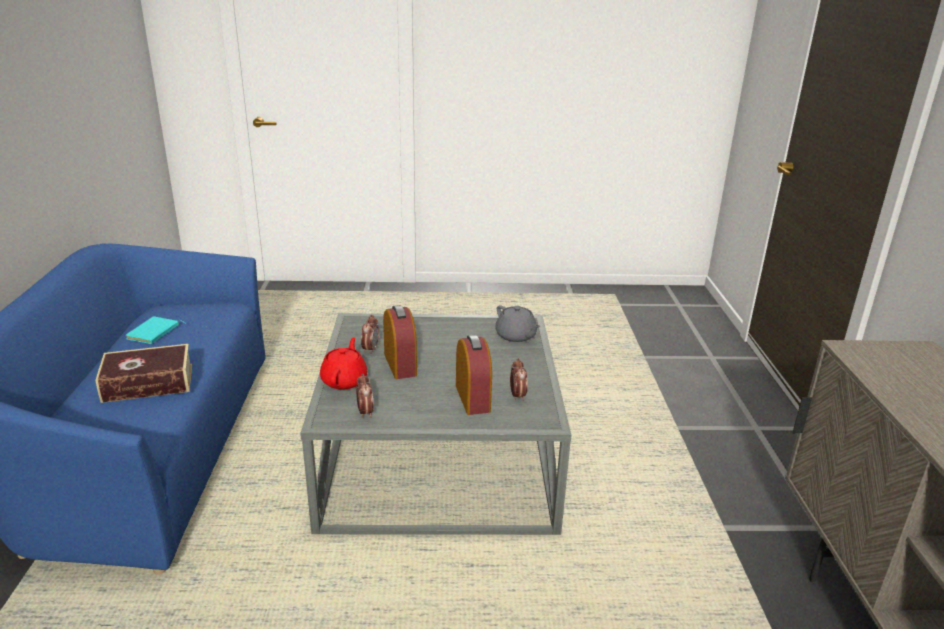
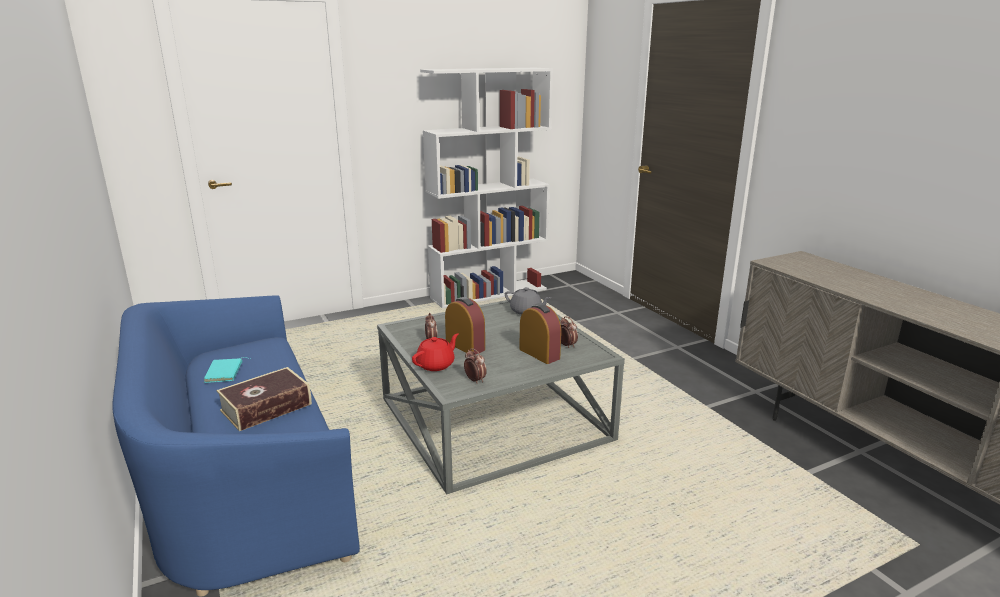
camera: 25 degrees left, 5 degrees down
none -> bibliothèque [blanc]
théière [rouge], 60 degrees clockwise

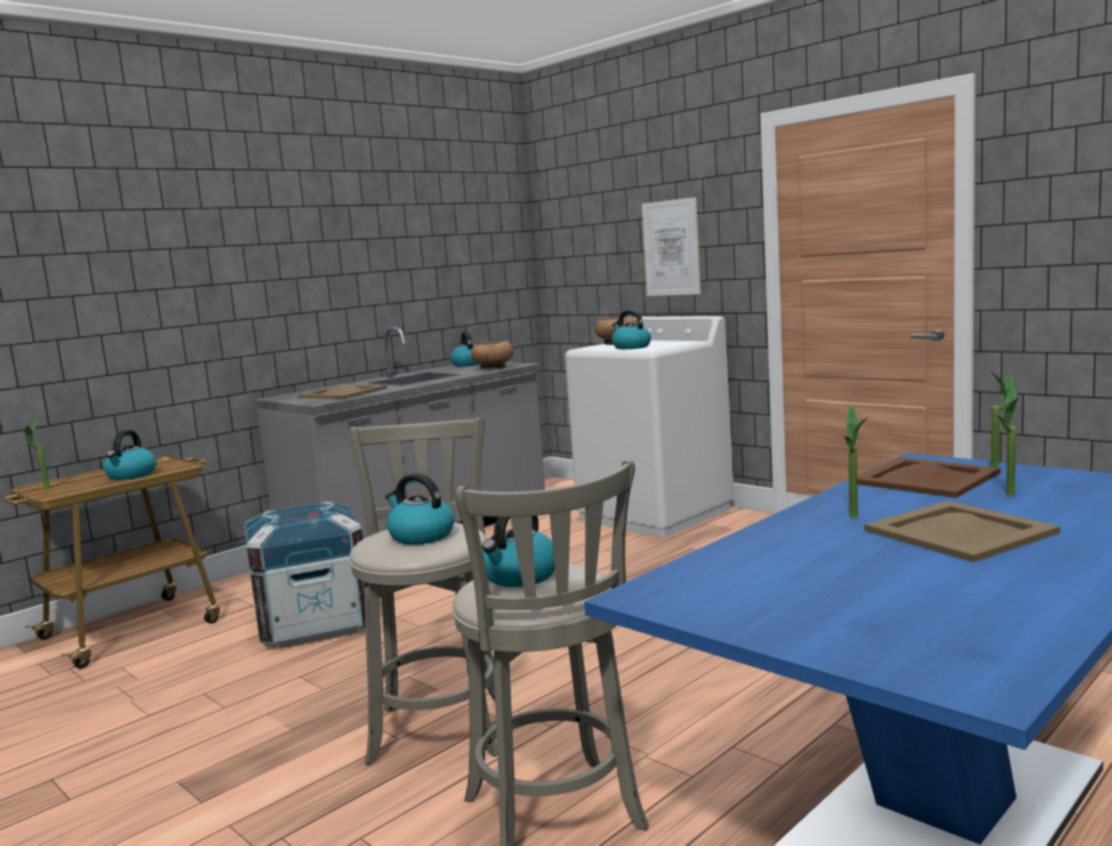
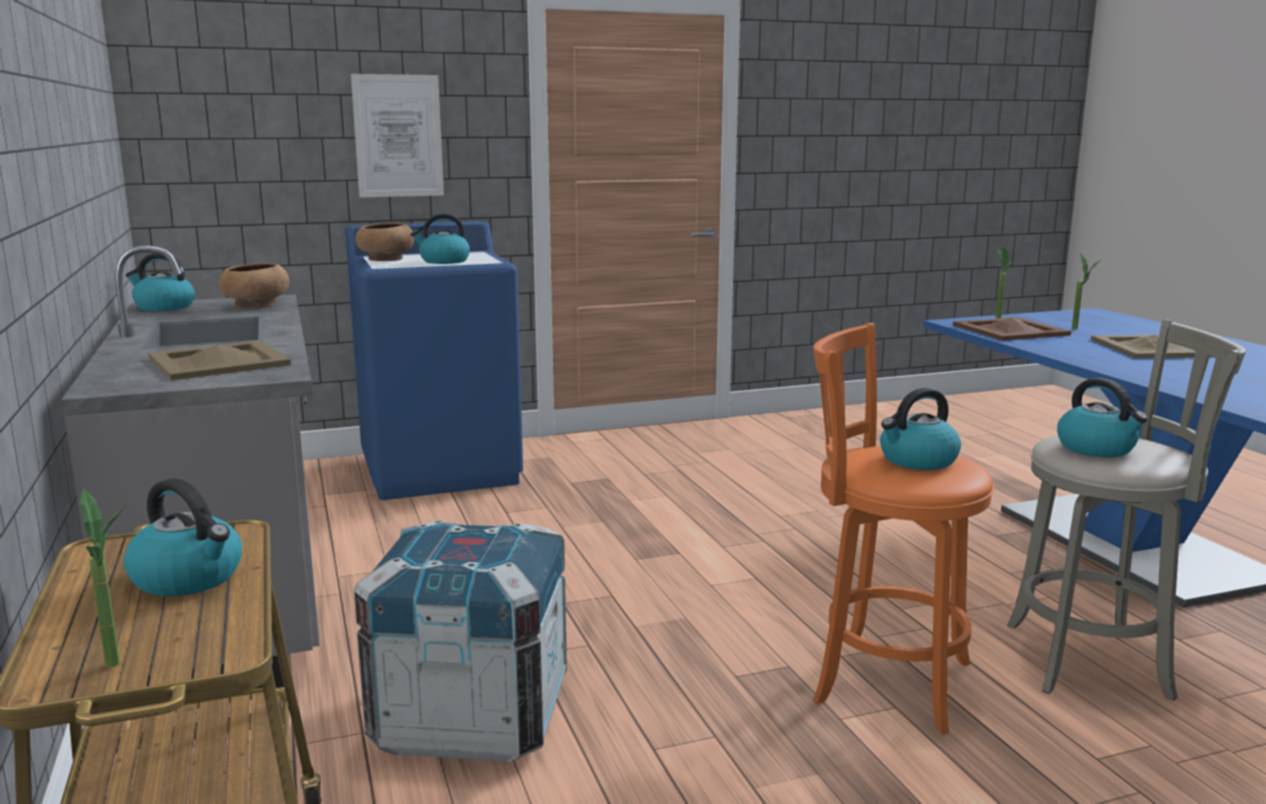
camera: 65 degrees left, 5 degrees up
plante en pot (no. 2 from left) -> none
tabouret [gris] (no. 1 from left) -> tabouret [orange]
lave-linge [blanc] -> lave-linge [bleu]

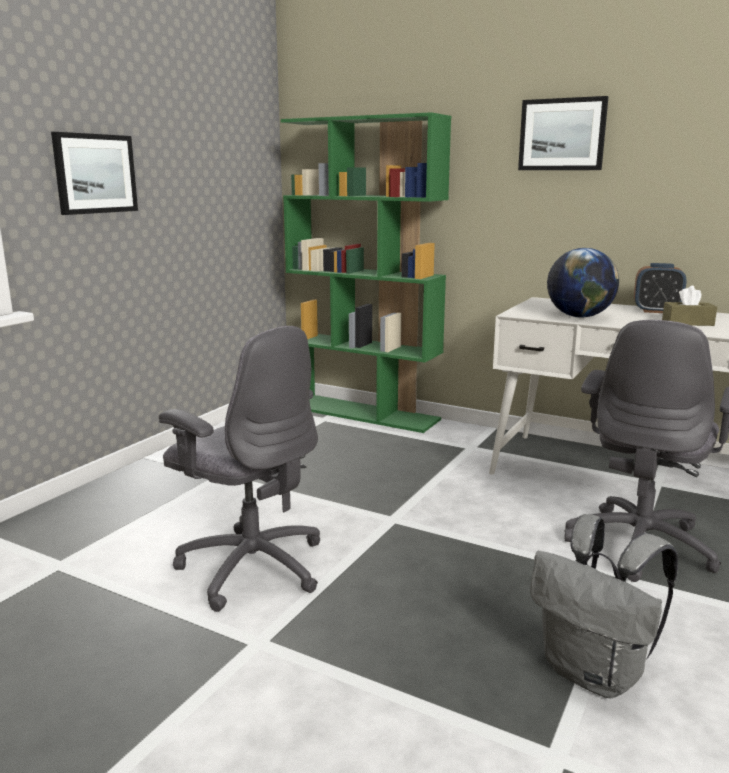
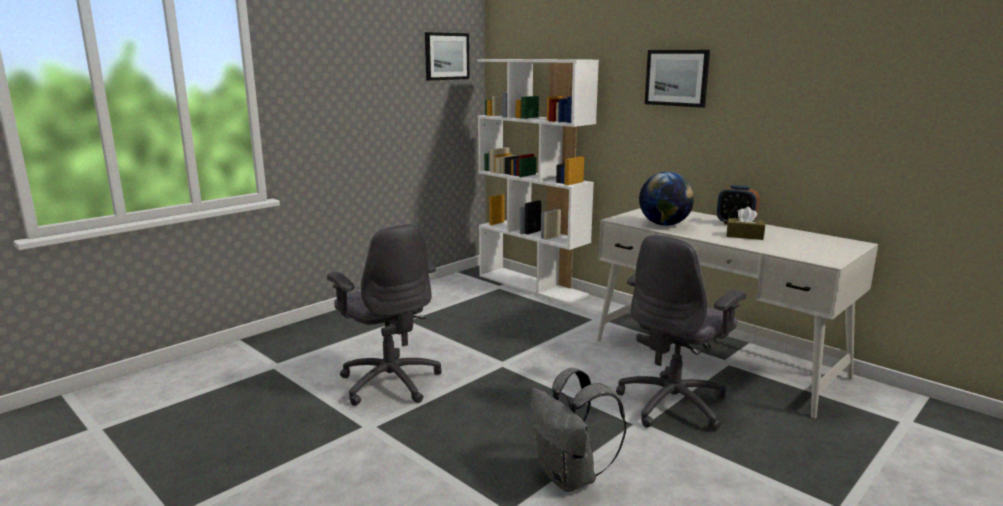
camera: 15 degrees right, 0 degrees up
tableau (no. 1 from left), shifted
bibliothèque [vert] -> bibliothèque [blanc]

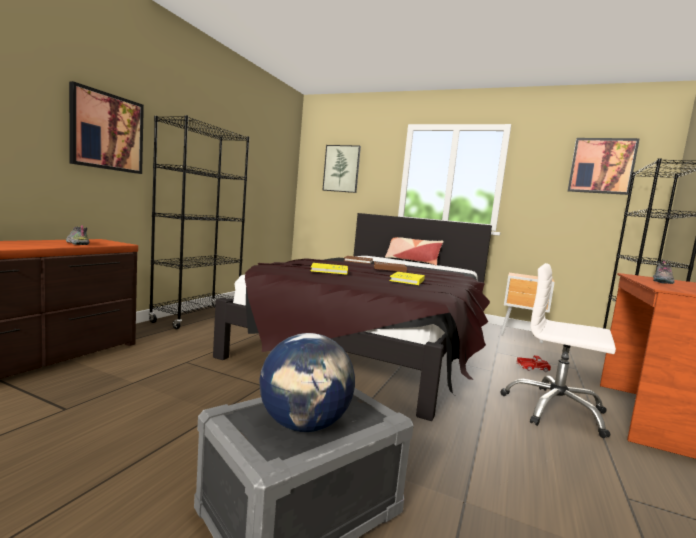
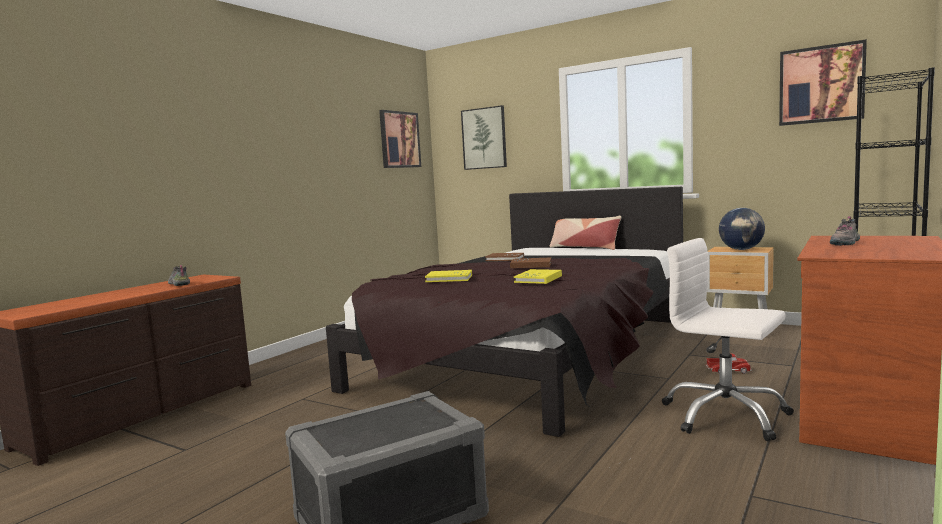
camera: 10 degrees right, 0 degrees up
bibliothèque [noir] (no. 1 from left) -> none
tableau (no. 1 from left), shifted
globe, shifted

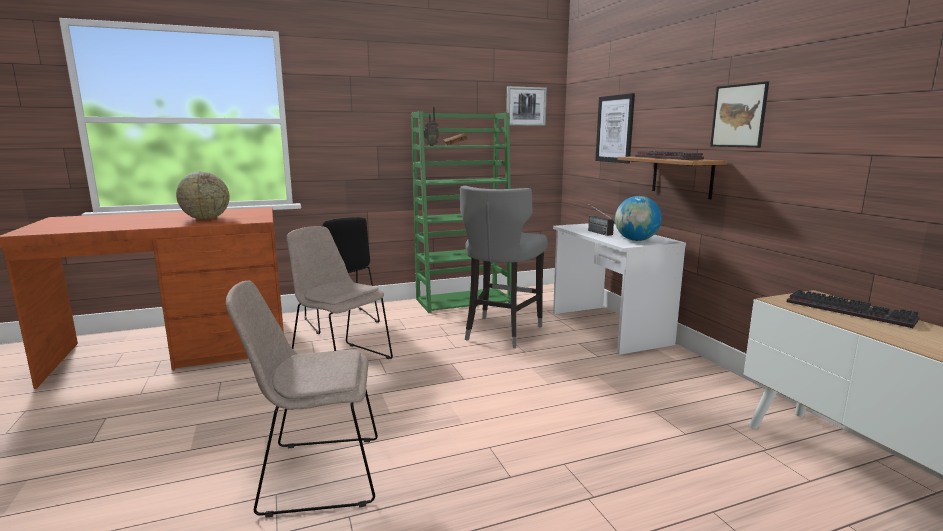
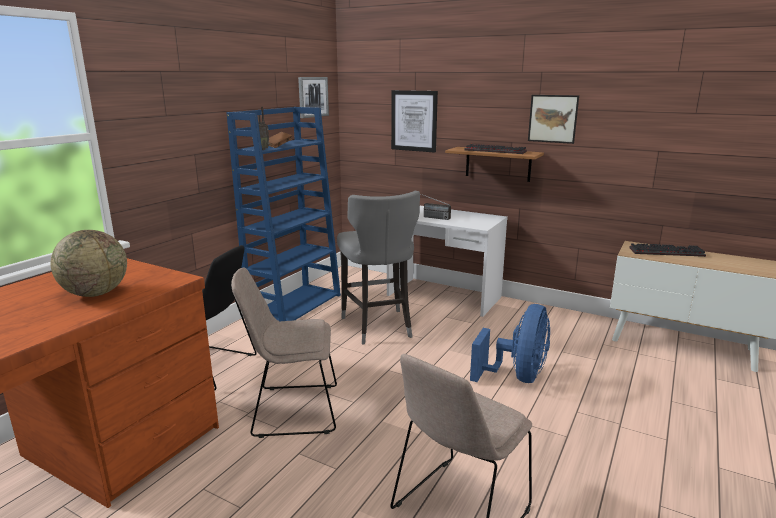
camera: 40 degrees left, 5 degrees up
globe (no. 2 from left) -> none
none -> ventilateur [bleu]
bibliothèque [vert] -> bibliothèque [bleu]

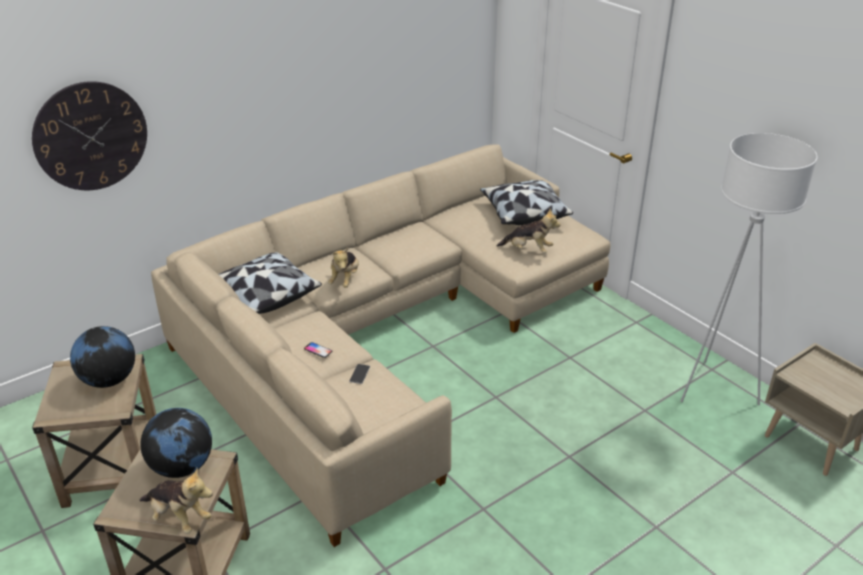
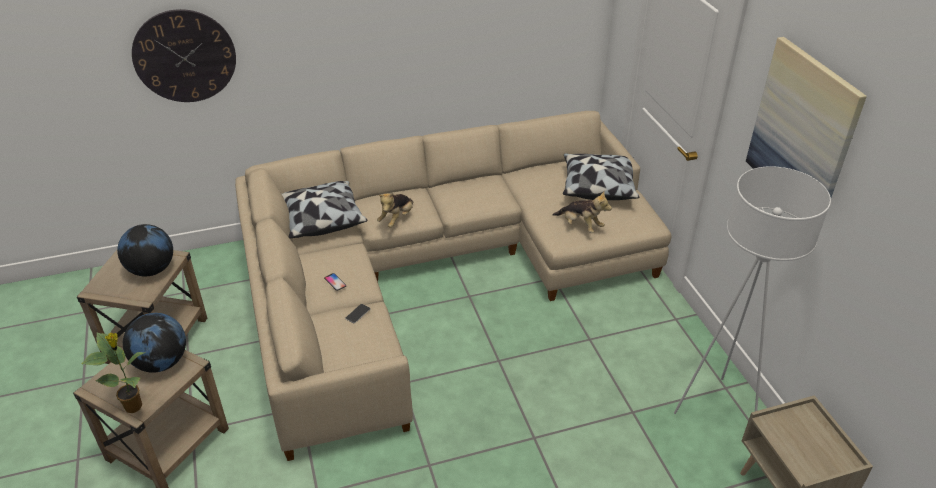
camera: 20 degrees right, 5 degrees up
none -> tableau
peluche (no. 1 from left) -> plante en pot

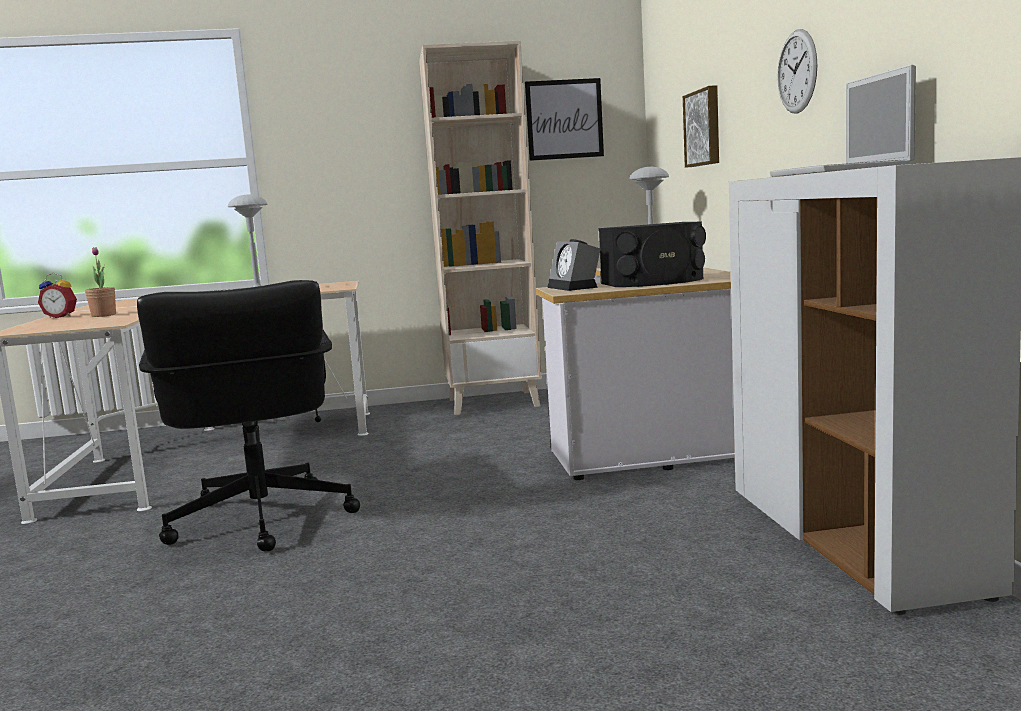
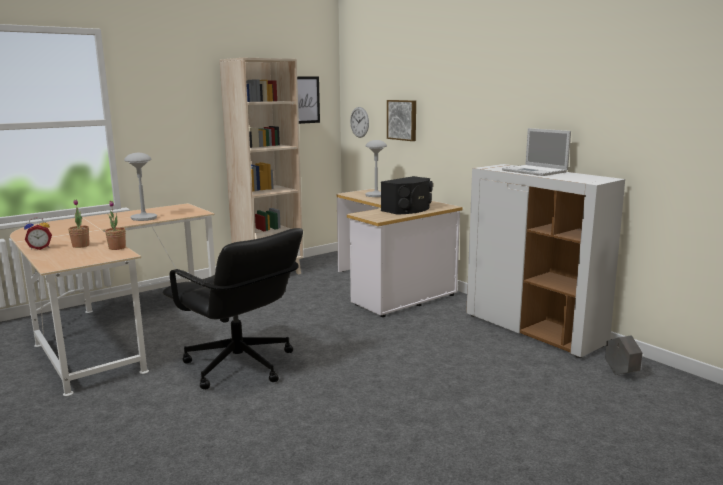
camera: 30 degrees left, 5 degrees up
réveil (no. 2 from left) -> none
none -> plante en pot (no. 2 from left)
none -> cache-pot [gris]
horloge murale, shifted

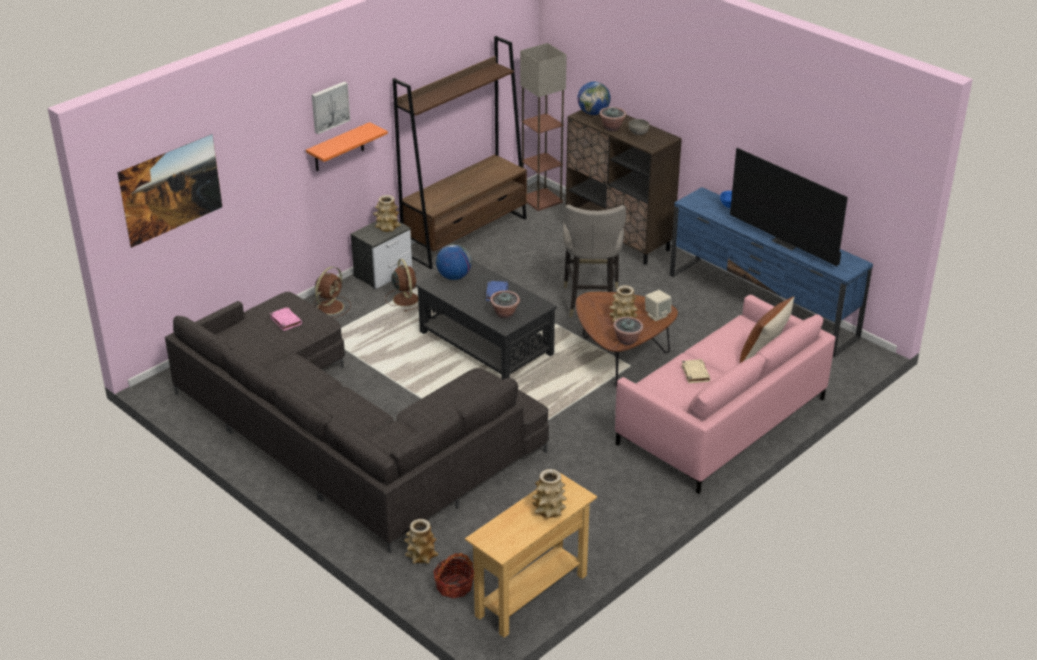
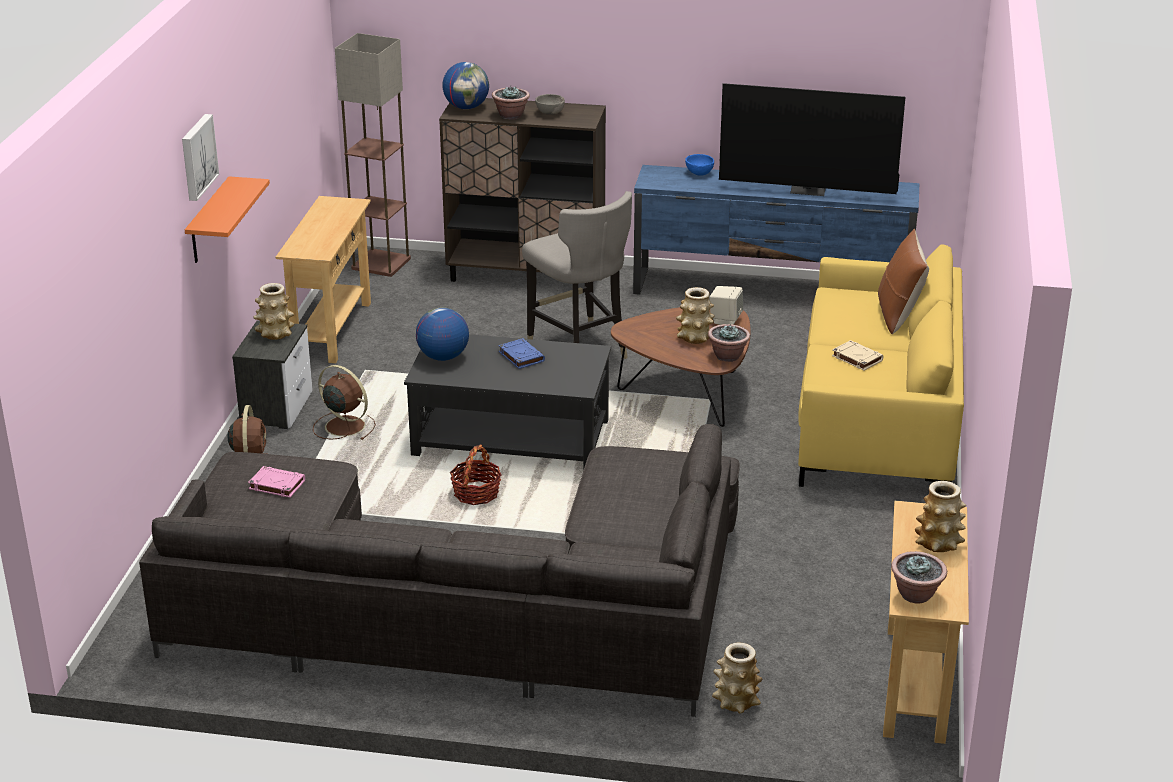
camera: 35 degrees left, 5 degrees down
tableau (no. 1 from left) -> none
panier, shifted
plante en pot (no. 1 from left in the first image) -> plante en pot (no. 3 from left), shifted
bibliothèque [marron] -> table console [beige] (no. 1 from left)
canapé [rose] -> canapé [jaune]

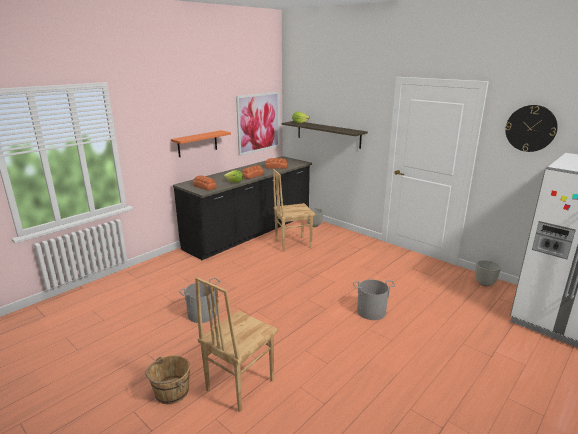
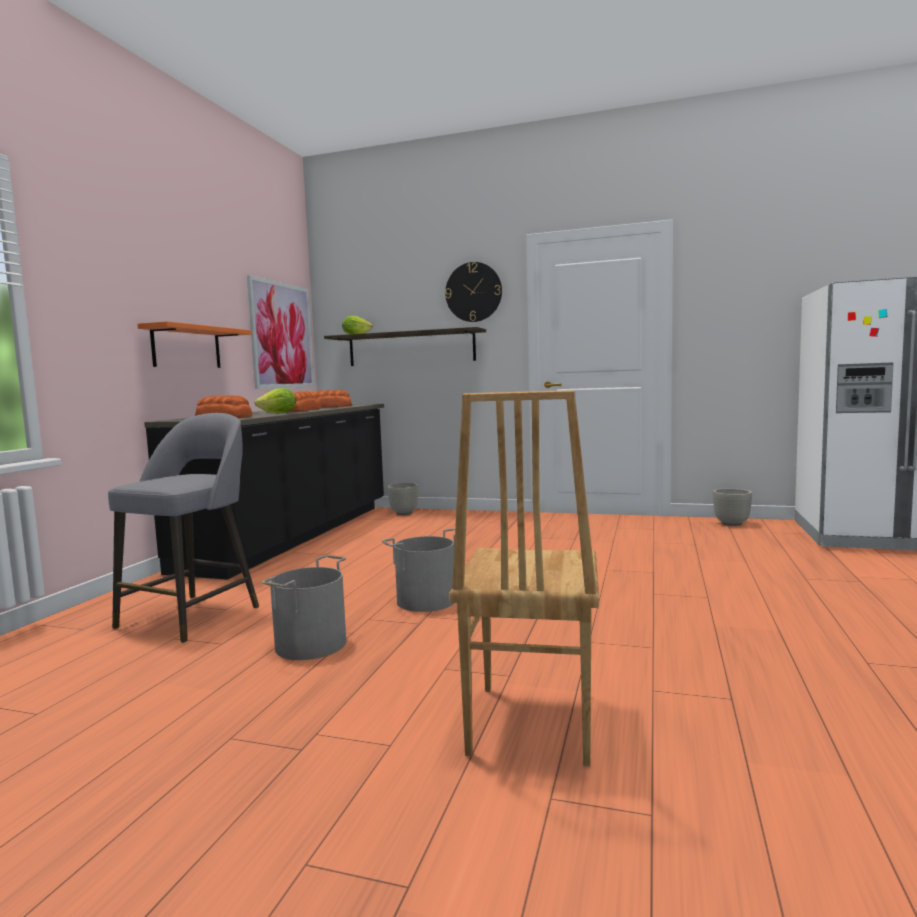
camera: 25 degrees left, 15 degrees down
seau [marron] -> none
chaise [marron] (no. 2 from left) -> none
none -> tabouret [gris]
seau [gris] (no. 2 from left), shifted
horloge murale, shifted

